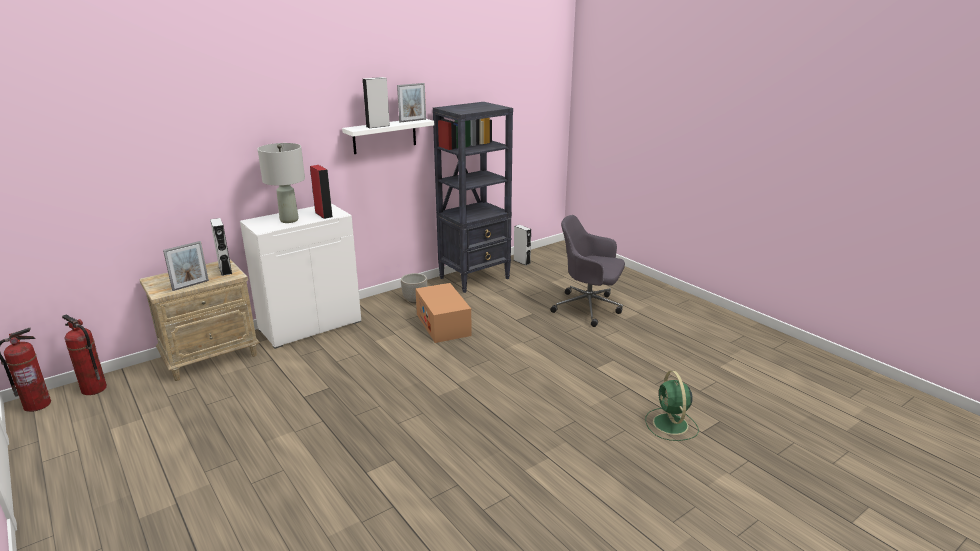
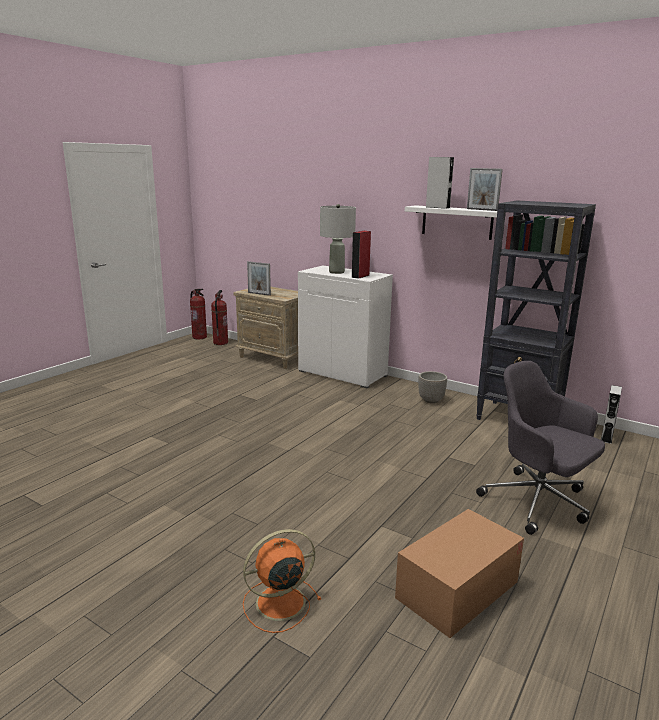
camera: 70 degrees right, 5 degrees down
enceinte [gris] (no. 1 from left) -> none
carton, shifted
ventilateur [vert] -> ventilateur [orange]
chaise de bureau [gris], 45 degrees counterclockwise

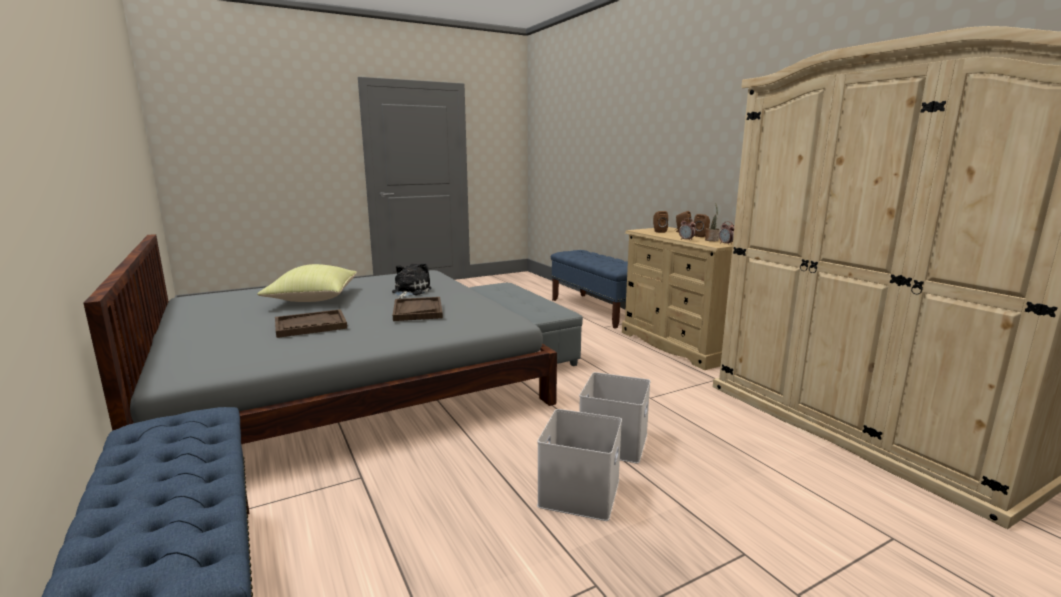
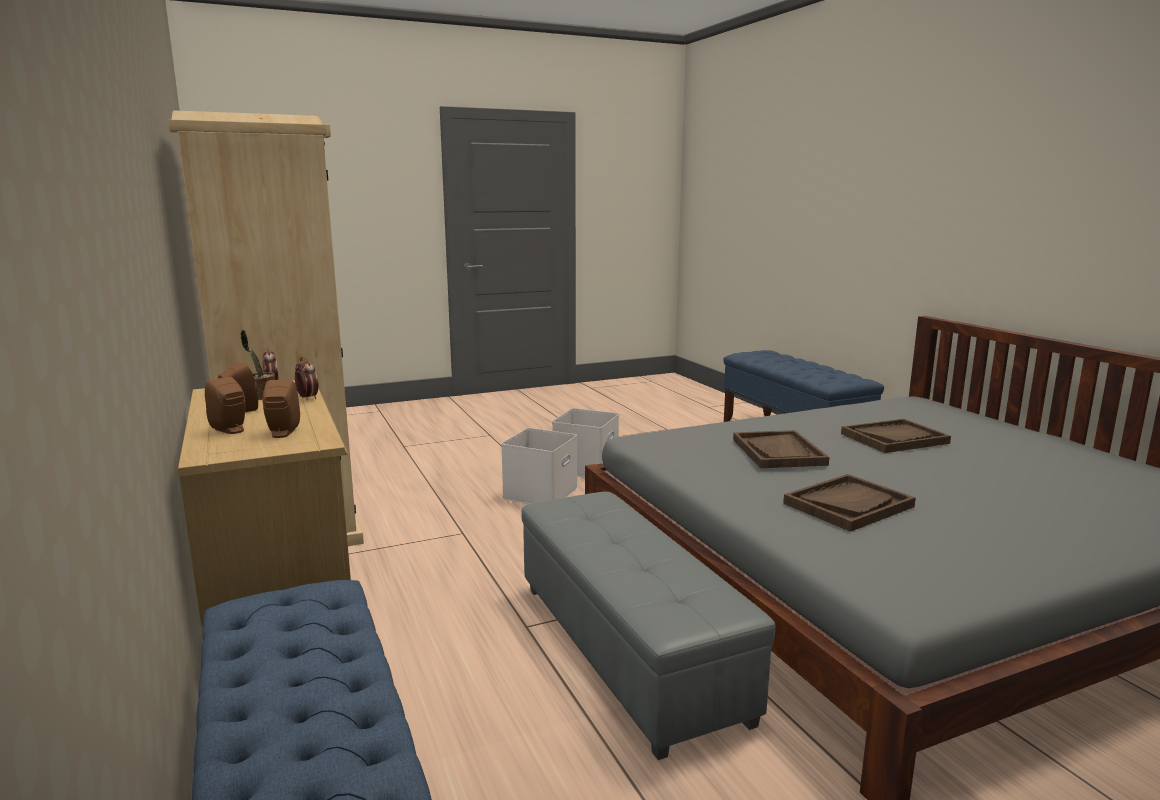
camera: 175 degrees left, 0 degrees up
coussin [jaune] -> none
peluche -> plateau [marron] (no. 2 from left)

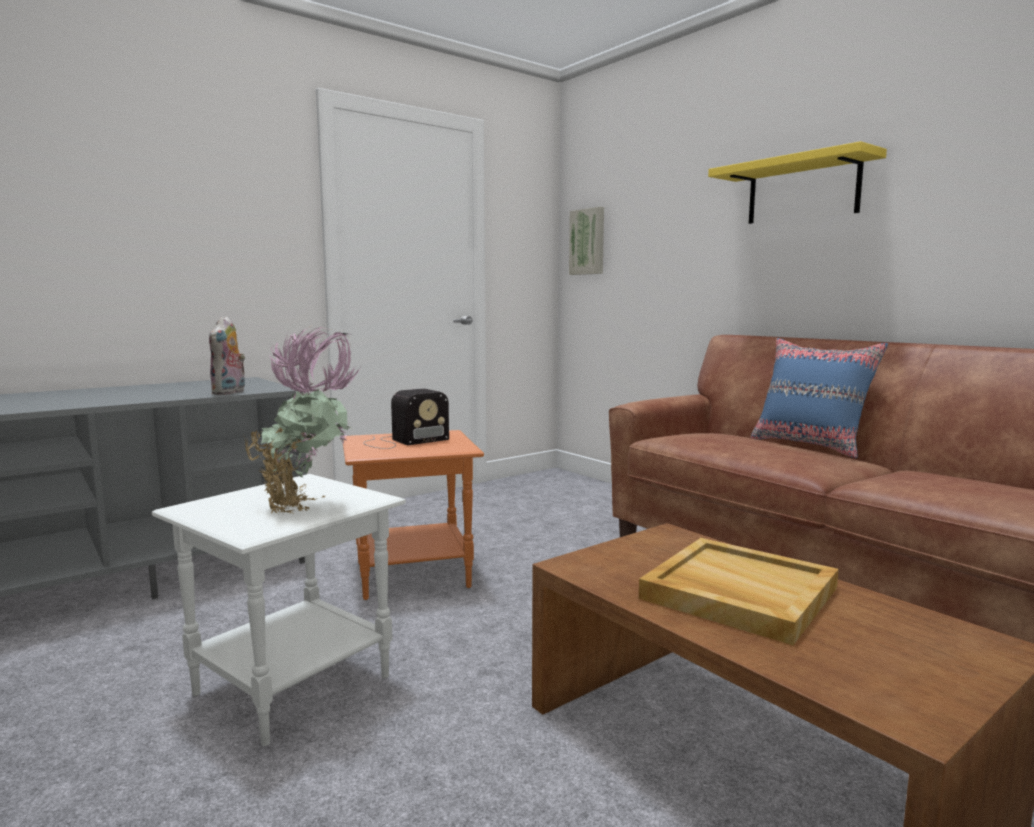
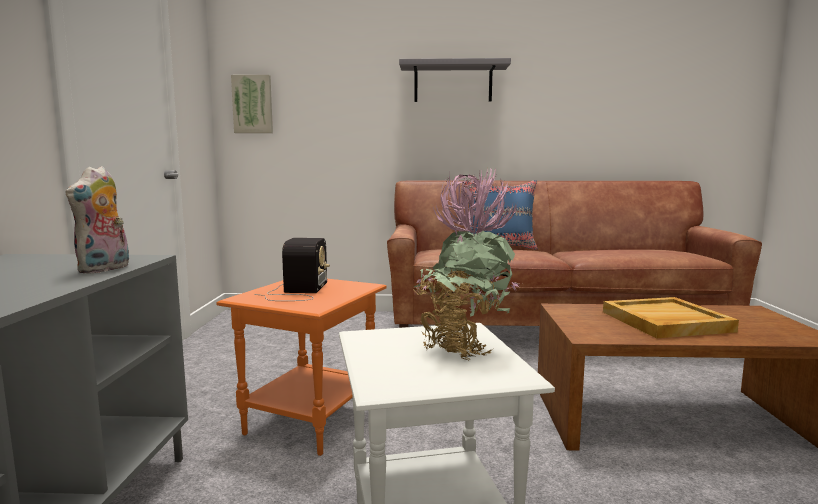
camera: 50 degrees left, 0 degrees up
étagère [jaune] -> étagère [gris]
peluche, 60 degrees clockwise

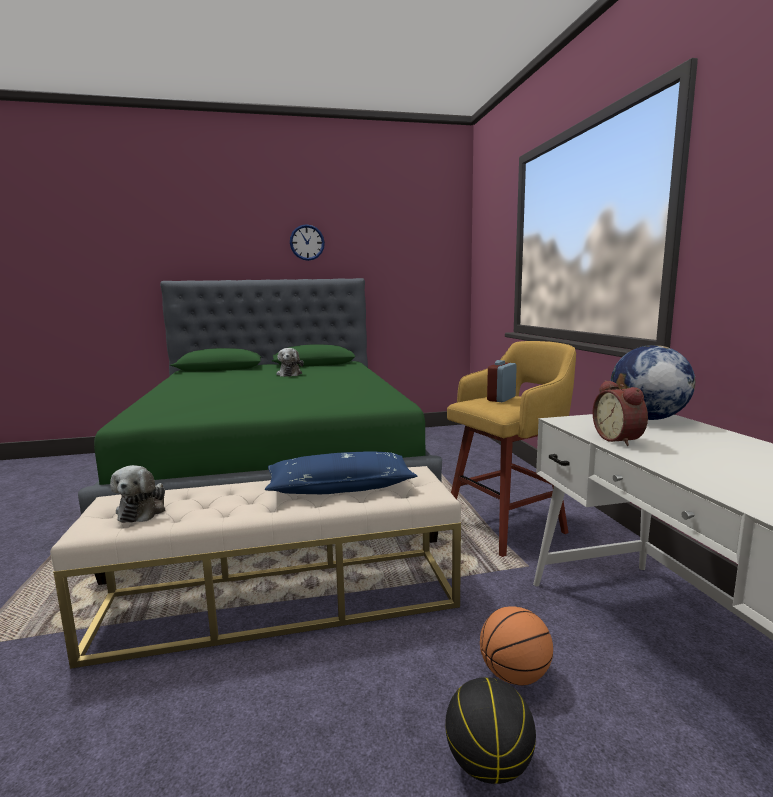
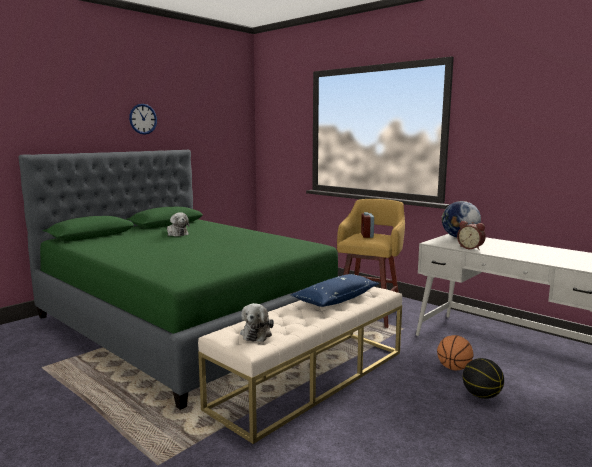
camera: 35 degrees left, 0 degrees up
peluche (no. 1 from left in the first image) -> peluche (no. 2 from left), 45 degrees clockwise

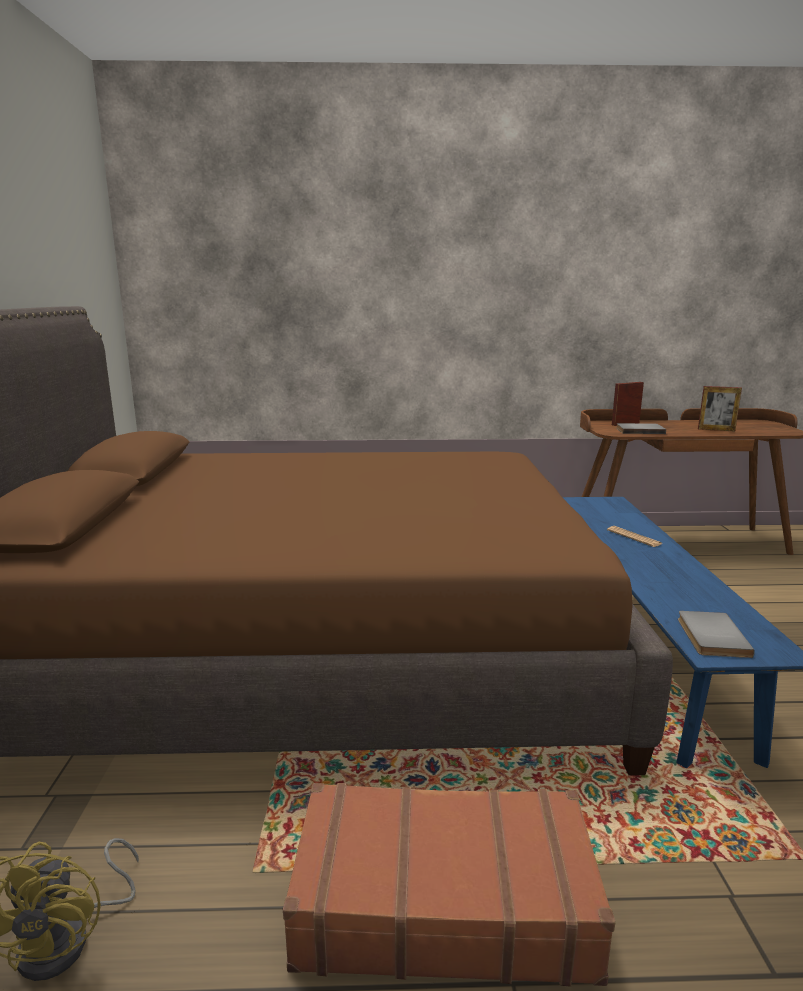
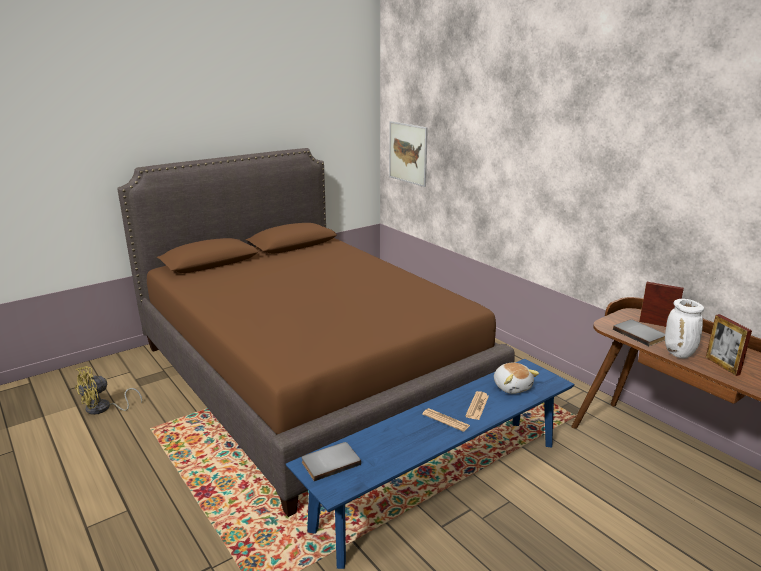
camera: 55 degrees right, 5 degrees up
valise [marron] -> none
none -> tableau
none -> journal (no. 1 from left)
none -> peluche
none -> vase [blanc]

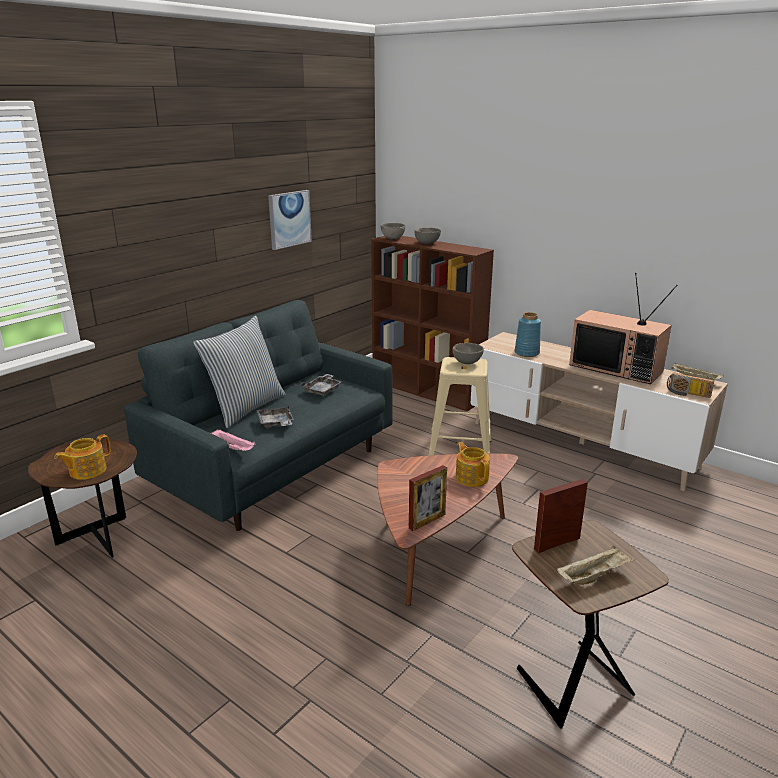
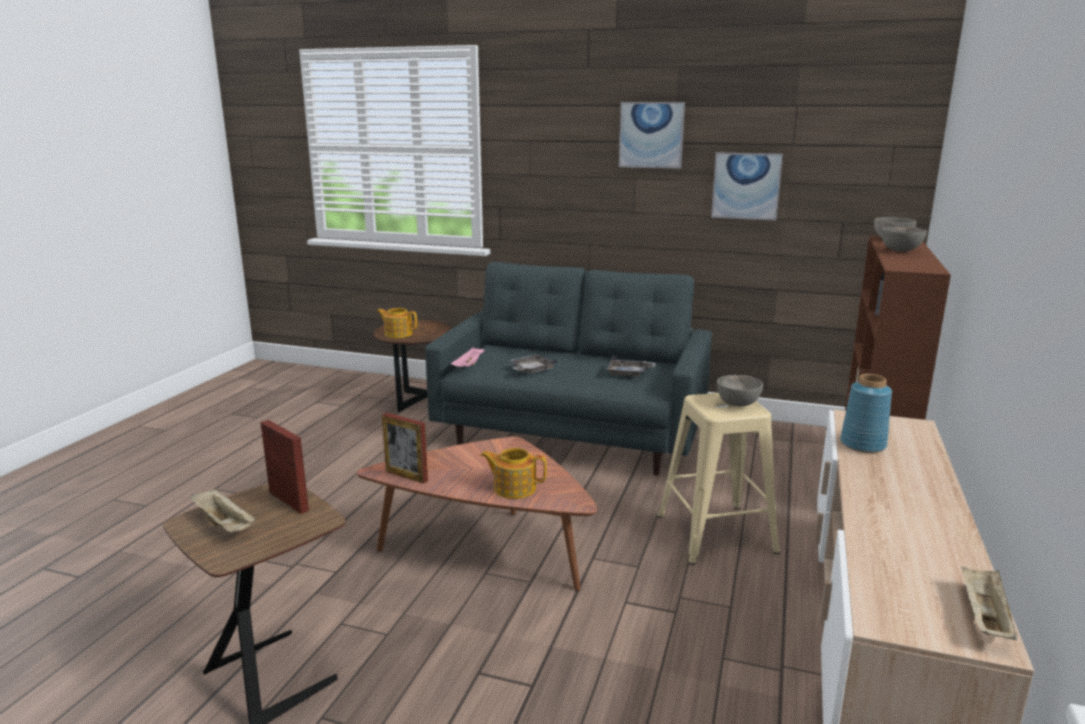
camera: 70 degrees right, 5 degrees down
coussin -> none
téléviseur -> none
radio -> none
none -> tableau (no. 1 from left)
théière (no. 2 from left), 120 degrees counterclockwise

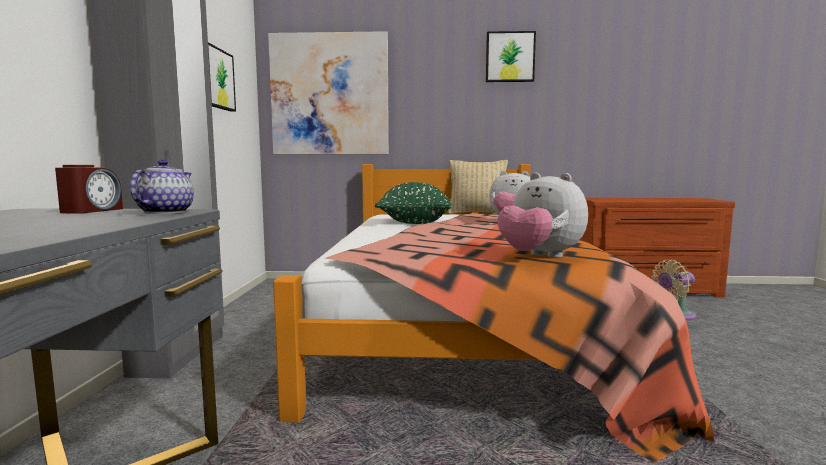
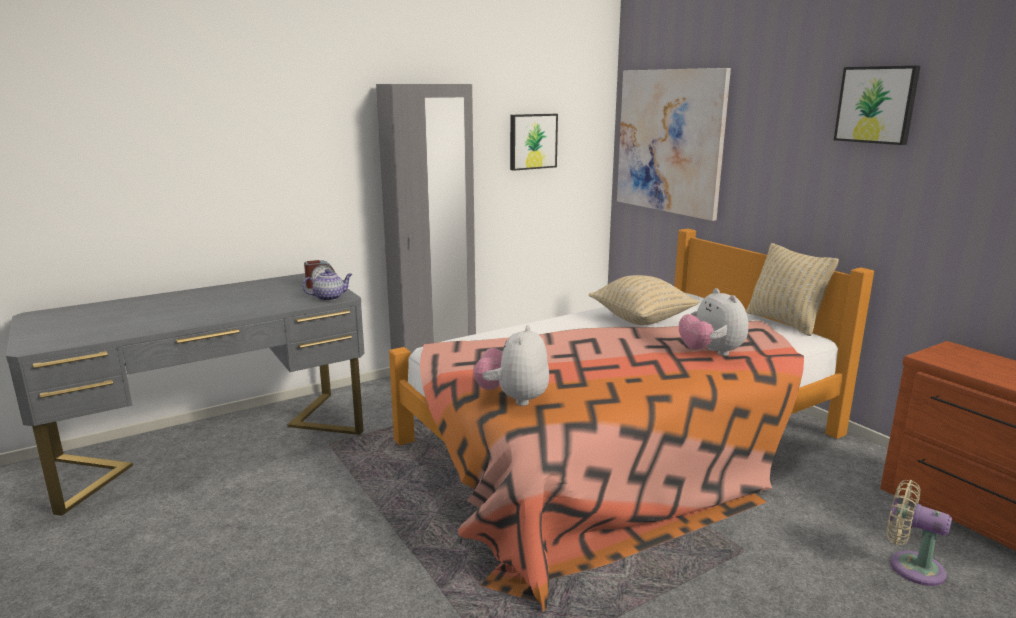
camera: 55 degrees right, 10 degrees up
coussin [vert] -> coussin [beige] (no. 1 from left)

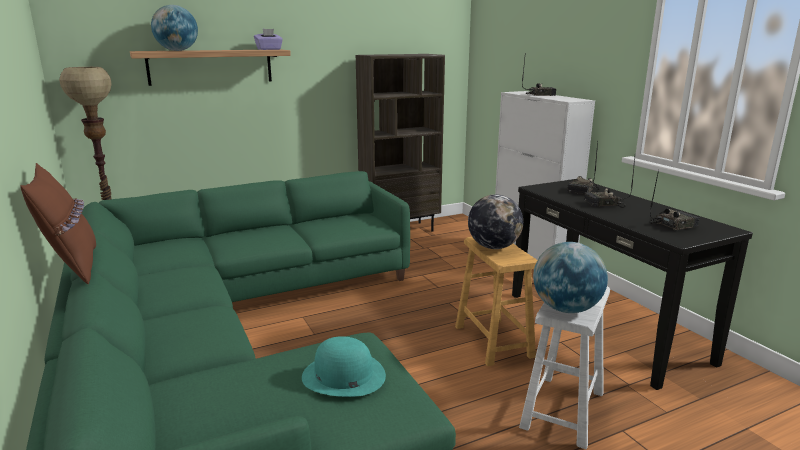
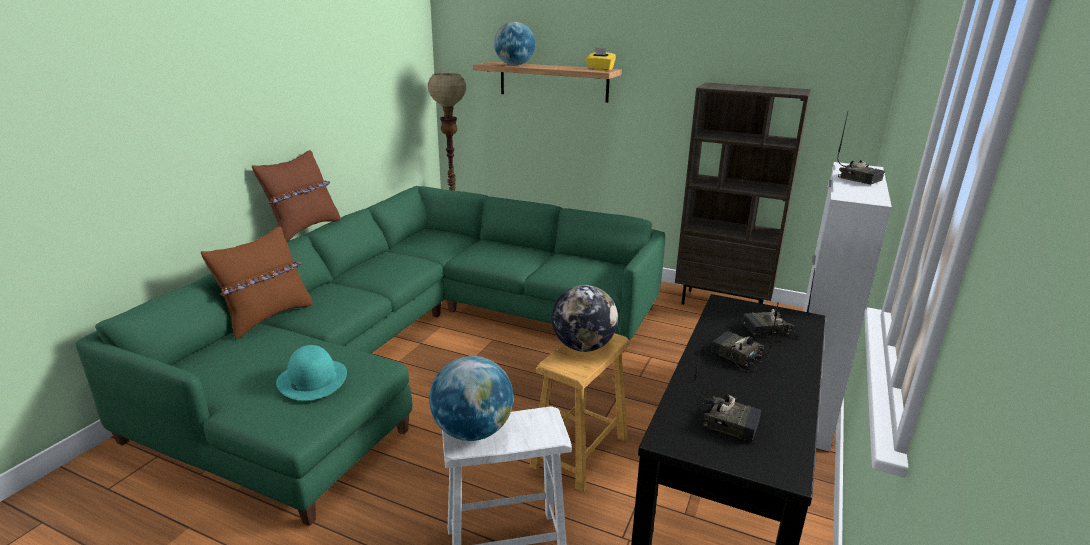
camera: 50 degrees right, 5 degrees up
none -> coussin [marron] (no. 1 from left)
boîte à mouchoirs [violet] -> boîte à mouchoirs [jaune]

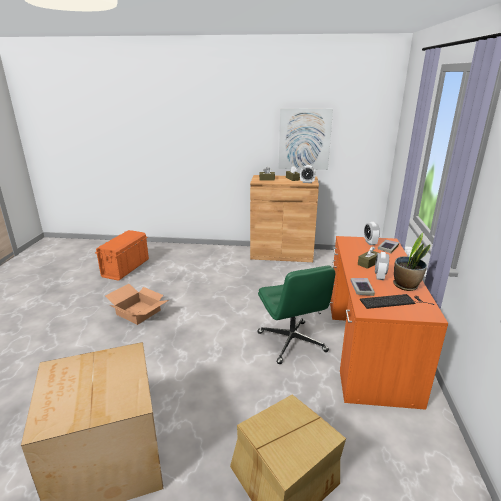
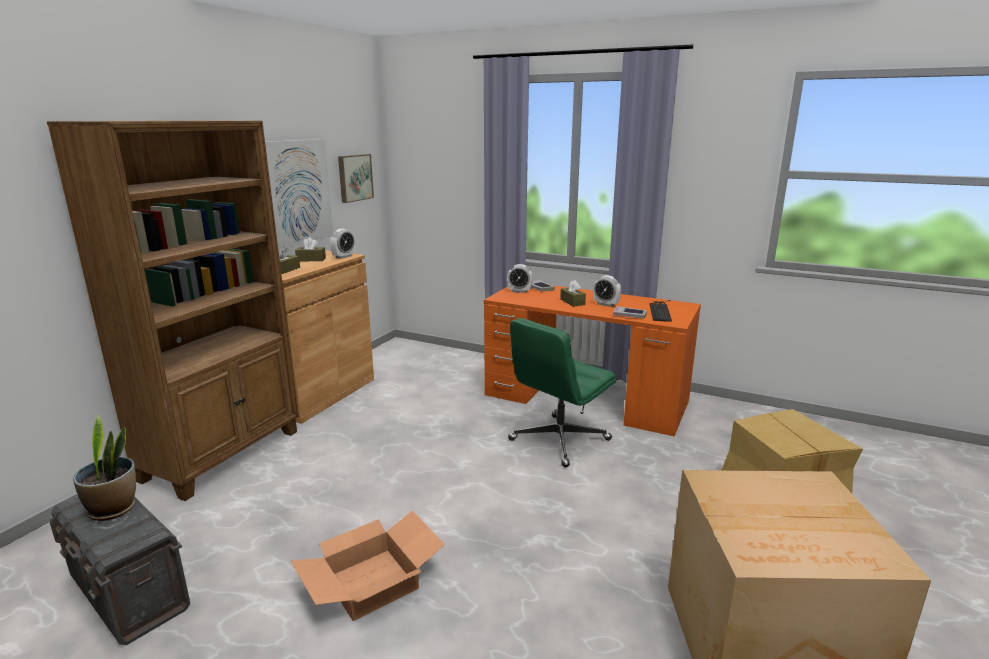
camera: 70 degrees left, 5 degrees down
none -> bibliothèque [marron]
none -> tableau (no. 2 from left)
plante en pot, shifted
boîte de rangement [orange] -> boîte de rangement [gris]
chaise de bureau [vert], 135 degrees clockwise

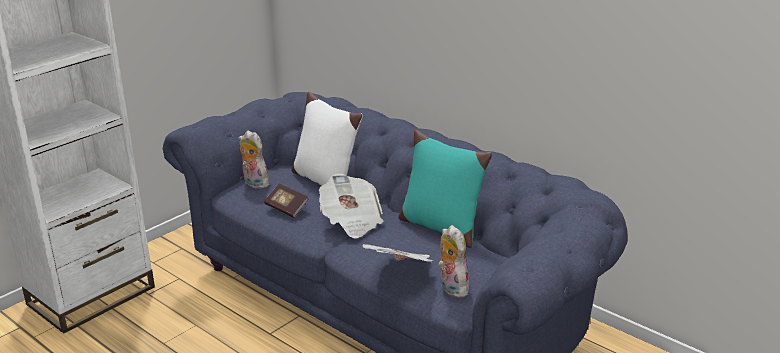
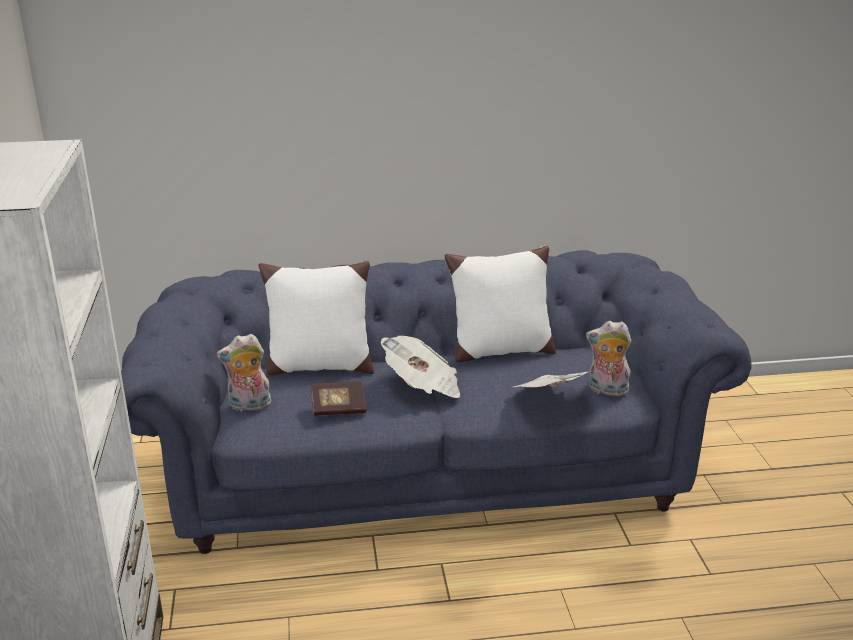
camera: 50 degrees left, 0 degrees up
coussin [turquoise] -> coussin [blanc] (no. 2 from left)

